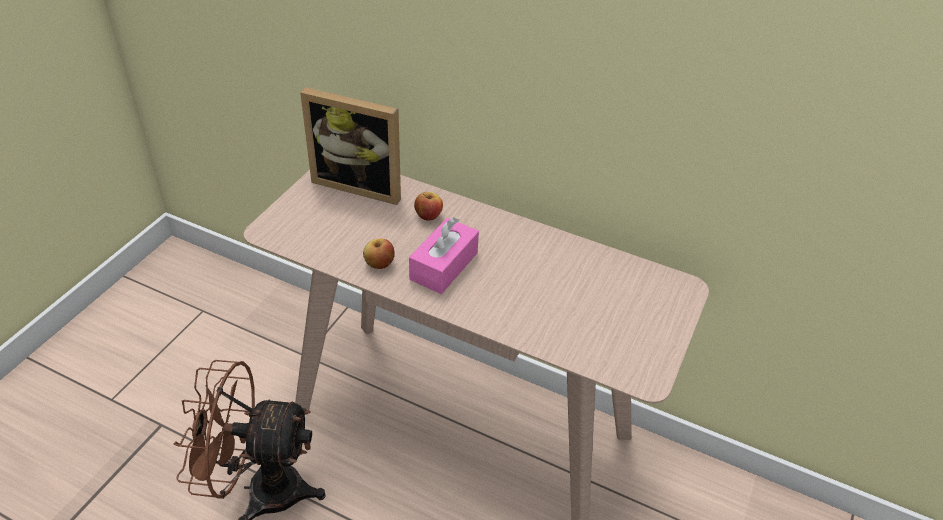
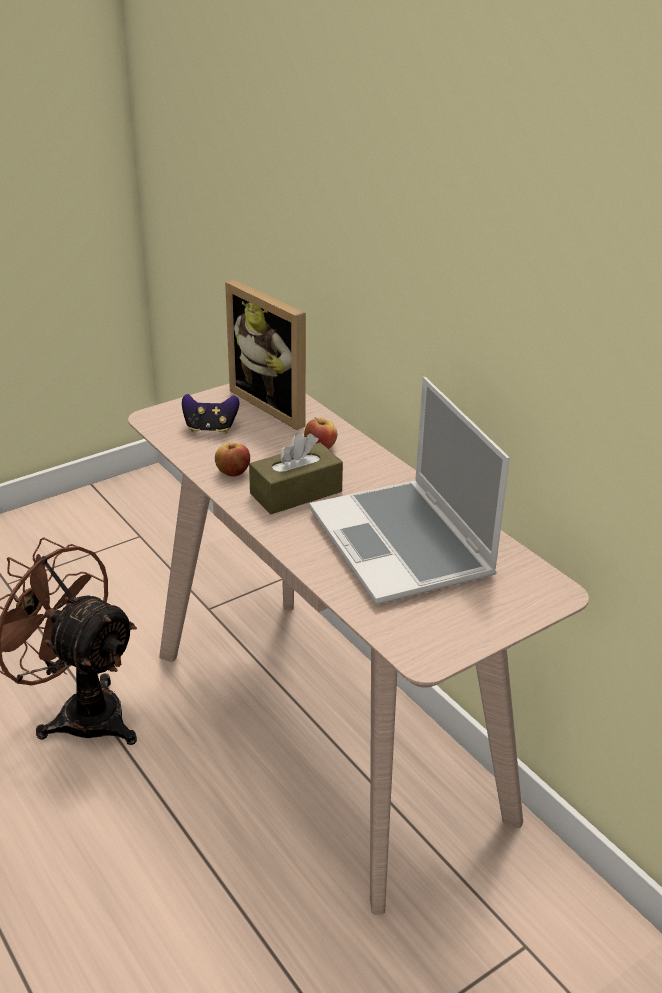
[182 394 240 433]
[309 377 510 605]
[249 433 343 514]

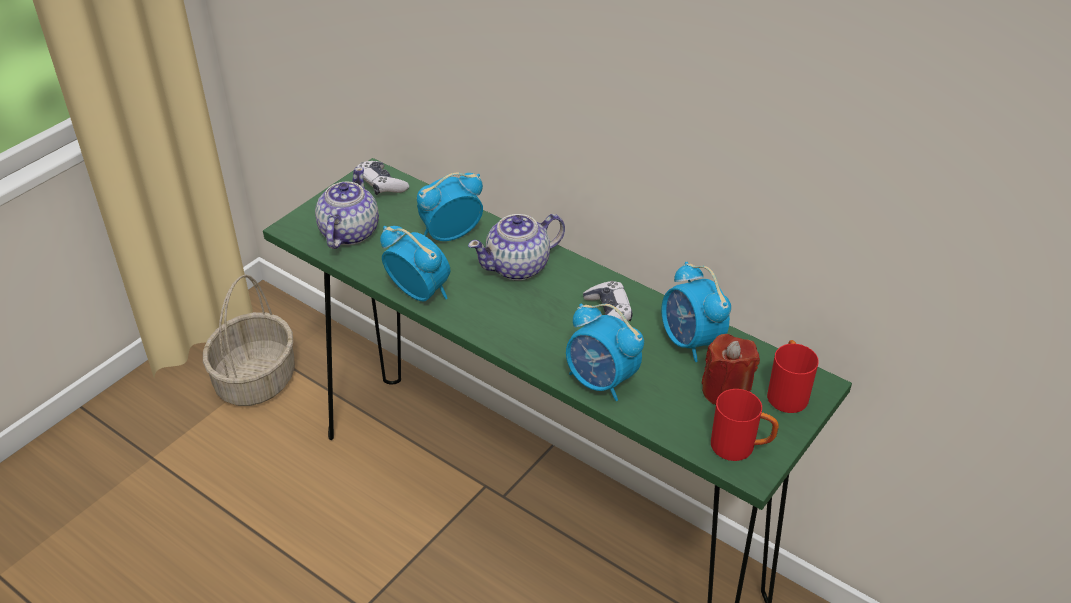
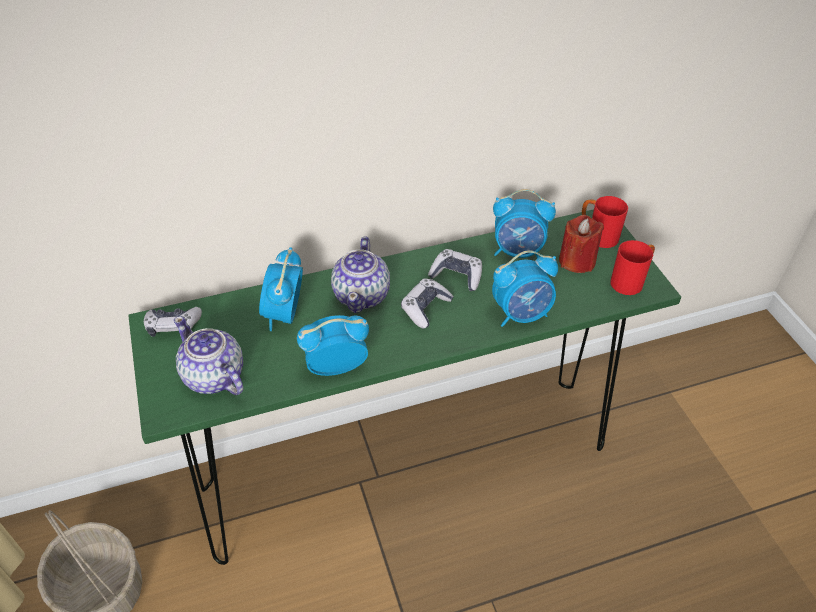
[401 278 454 329]

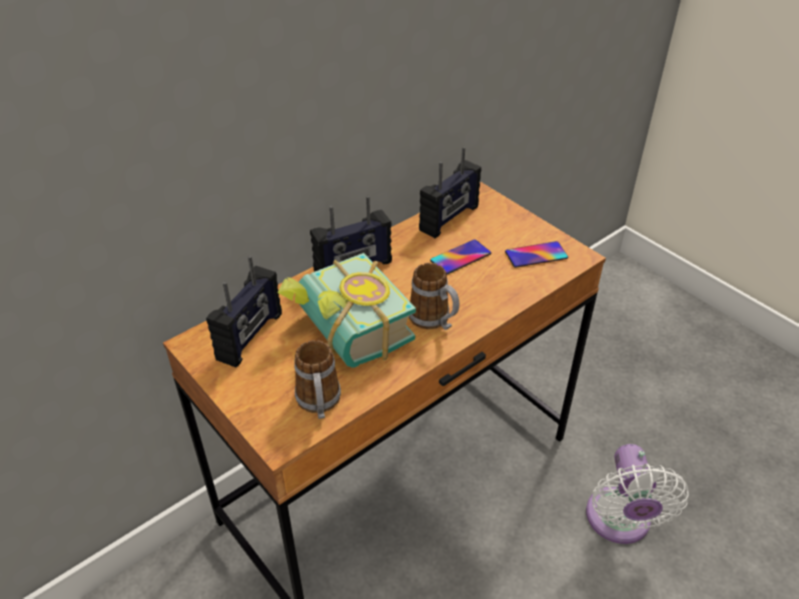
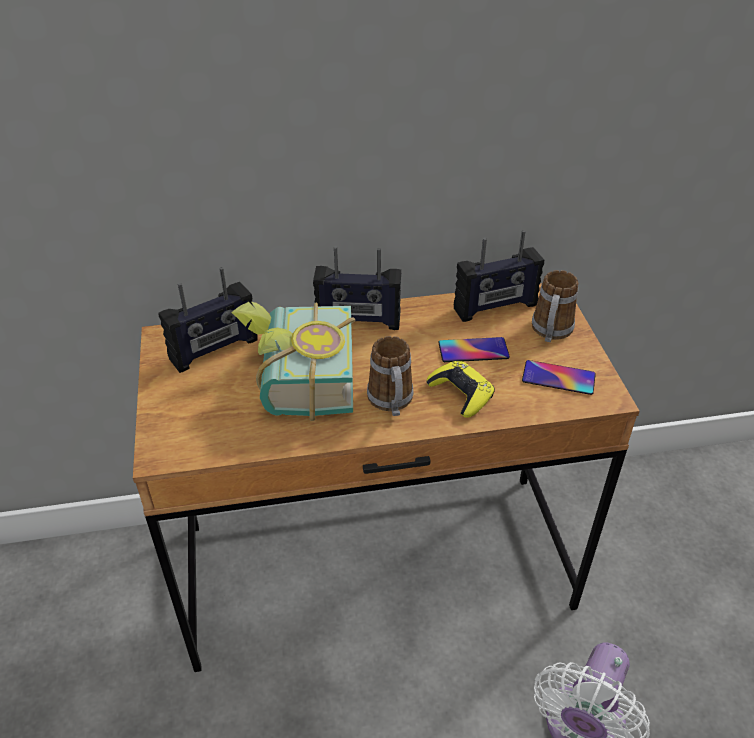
[426 361 495 418]
[532 270 578 342]

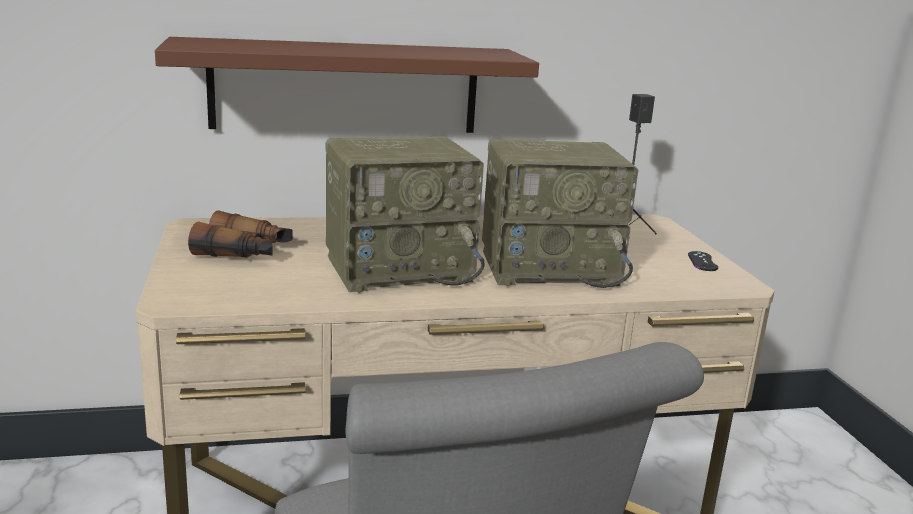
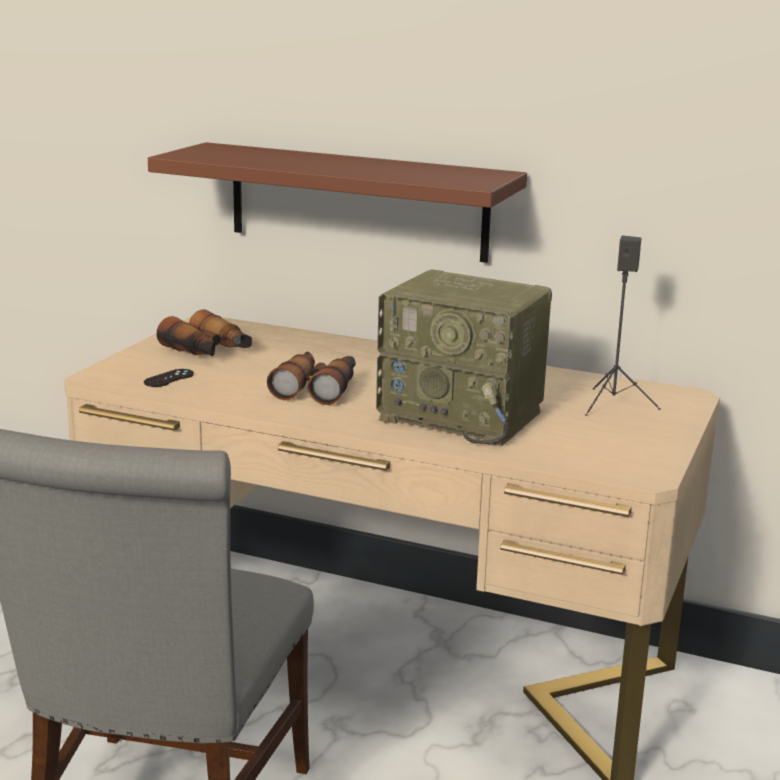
[144 369 194 387]
[267 352 356 405]

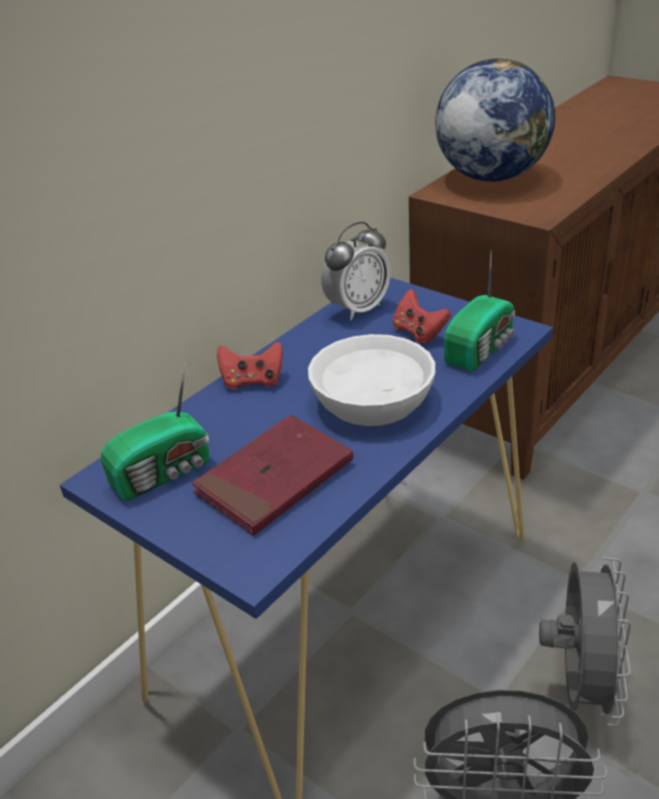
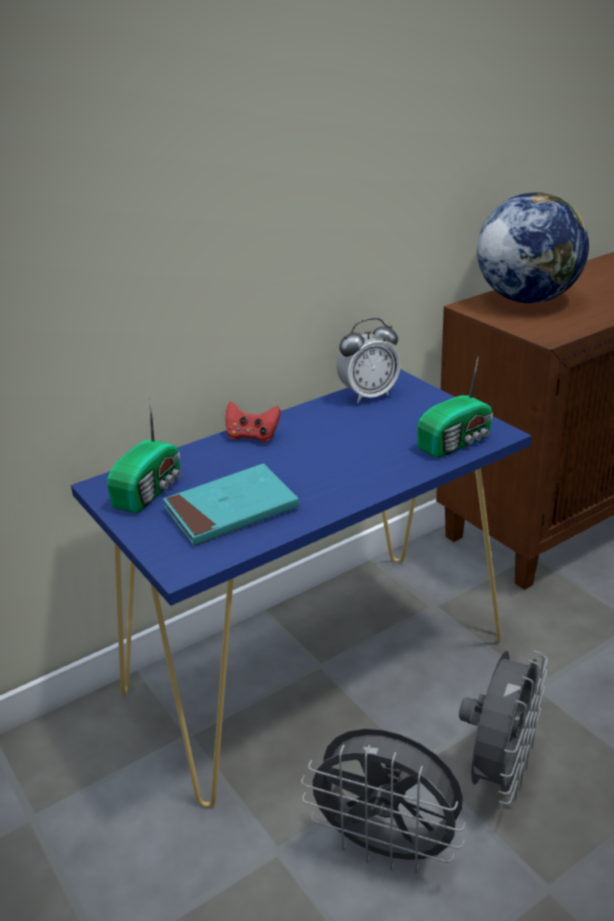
[308 334 435 426] (first image)
[393 289 451 344] (first image)
[163 464 299 546]
[107 399 181 513]

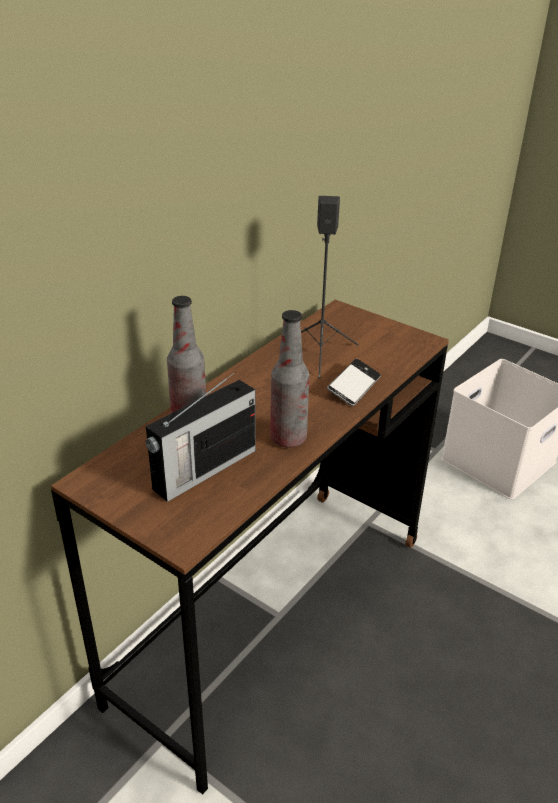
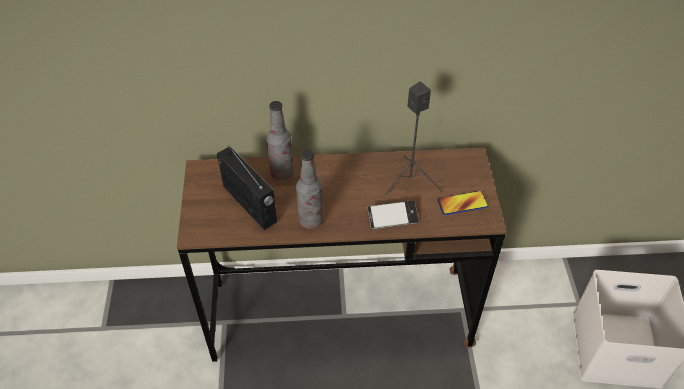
[437 191 489 215]
[217 145 277 230]

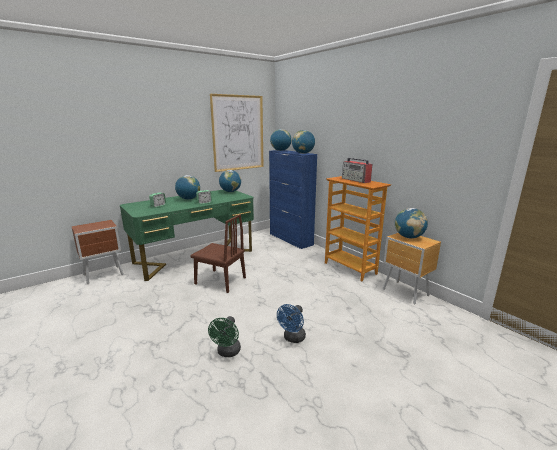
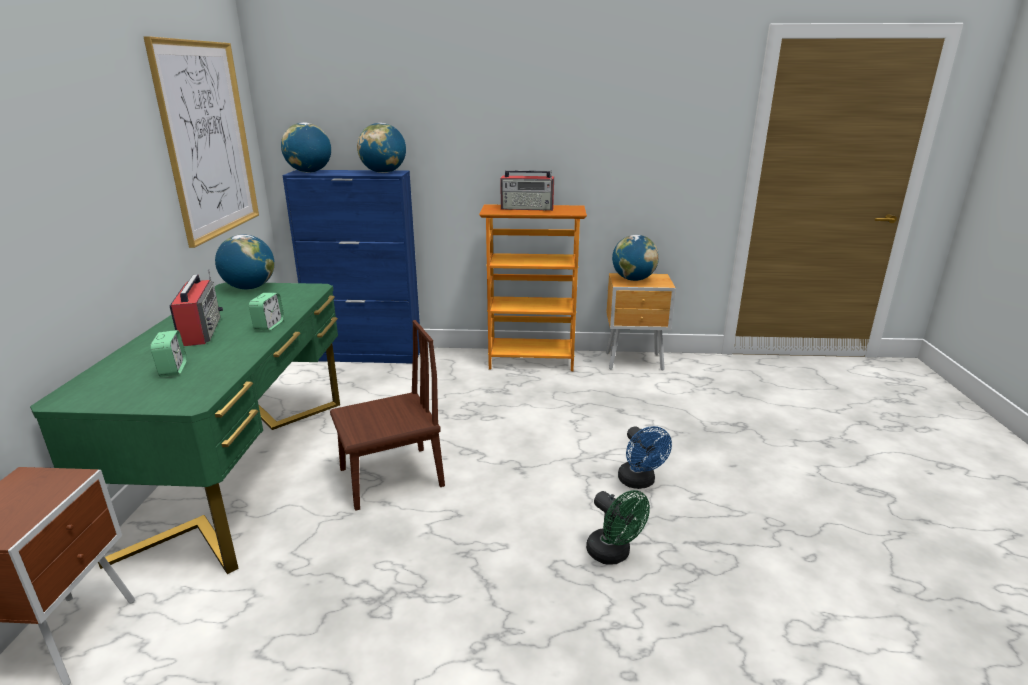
[170 270 223 346]

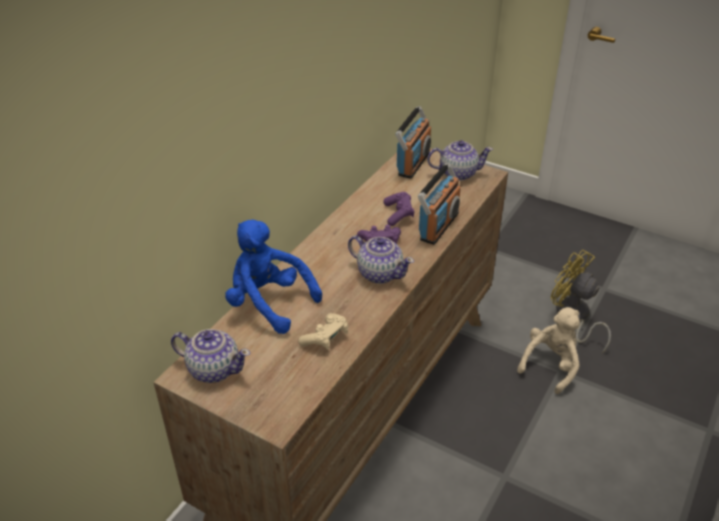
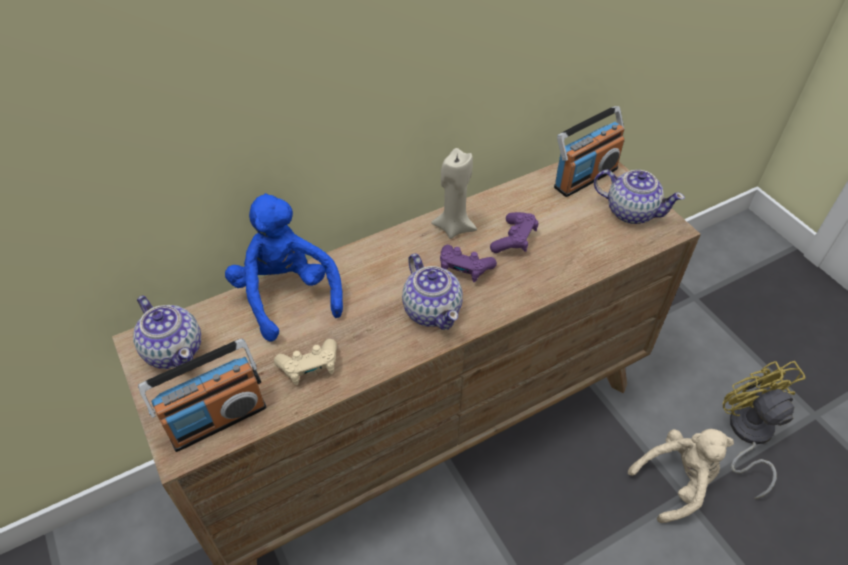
[431 148 477 239]
[138 338 266 452]

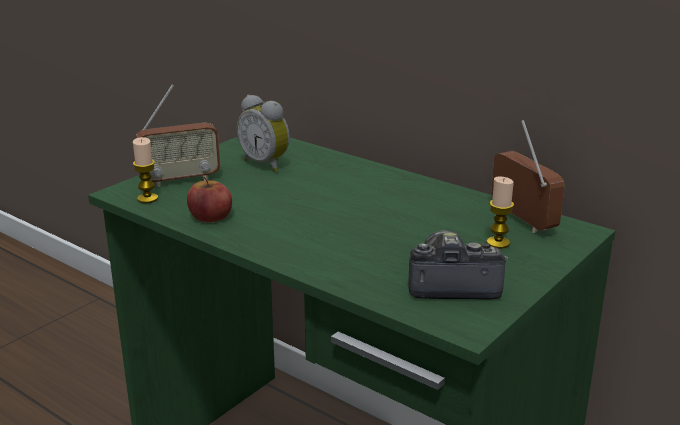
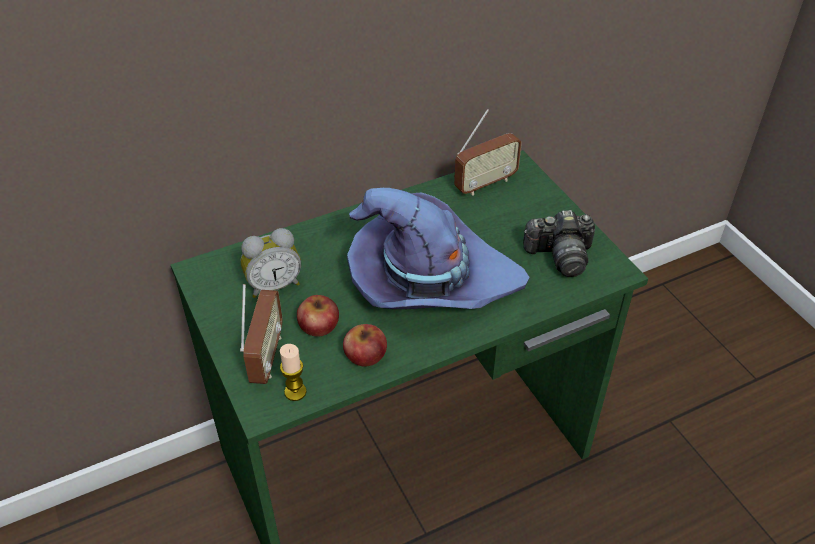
[486 176 514 249] (first image)
[297 295 339 337]
[347 188 530 309]
[523 210 595 277]
[454 109 522 196]

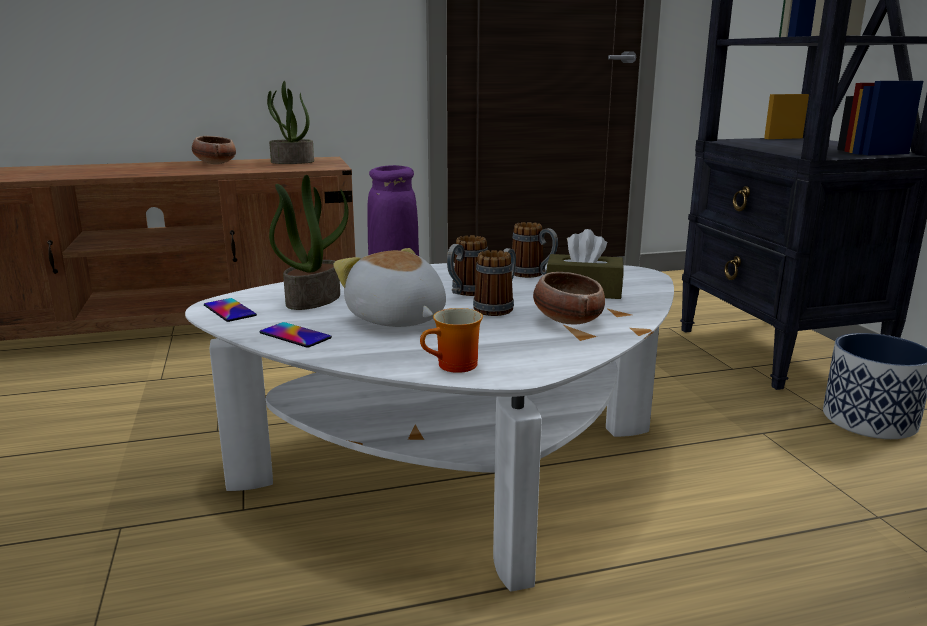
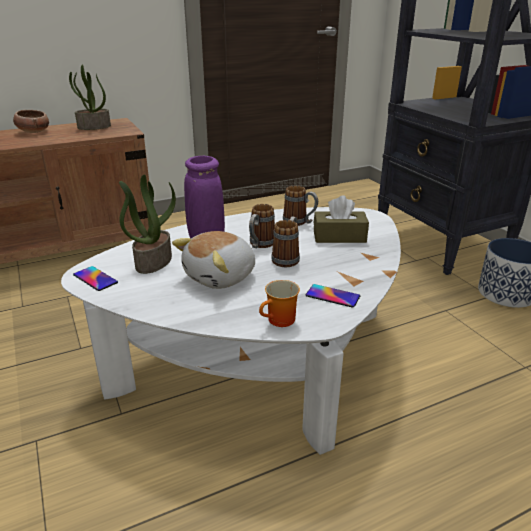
[533 272 605 325] (first image)
[306 284 360 308]
[172 231 255 289]

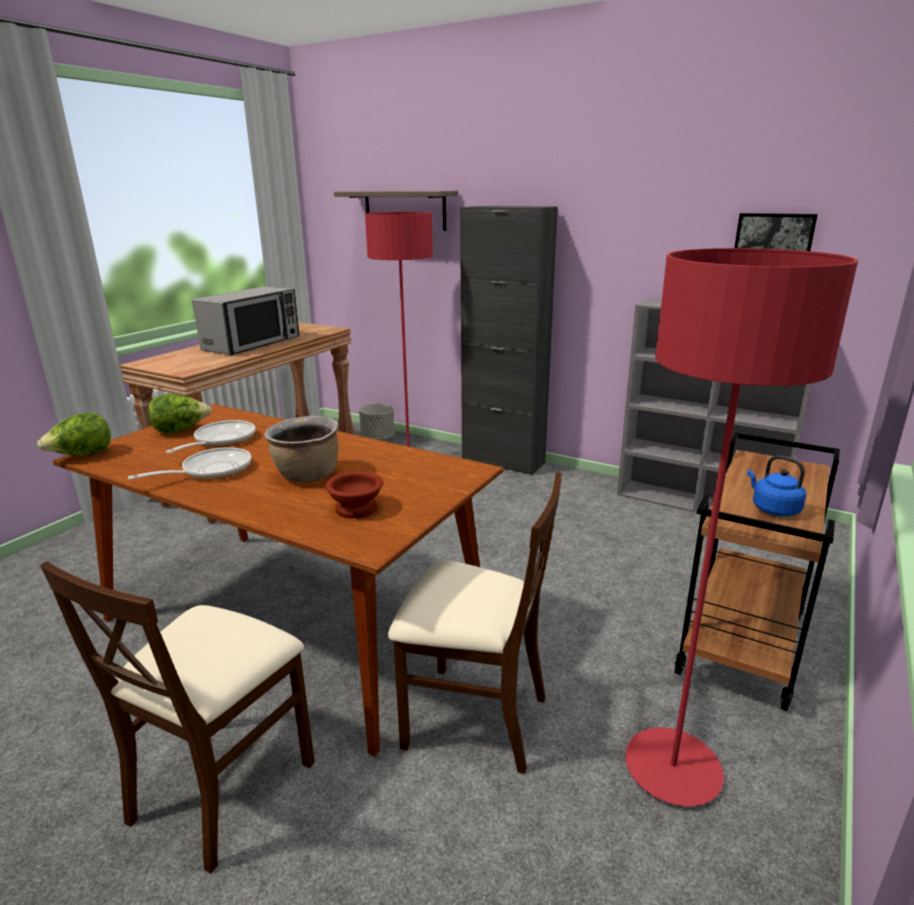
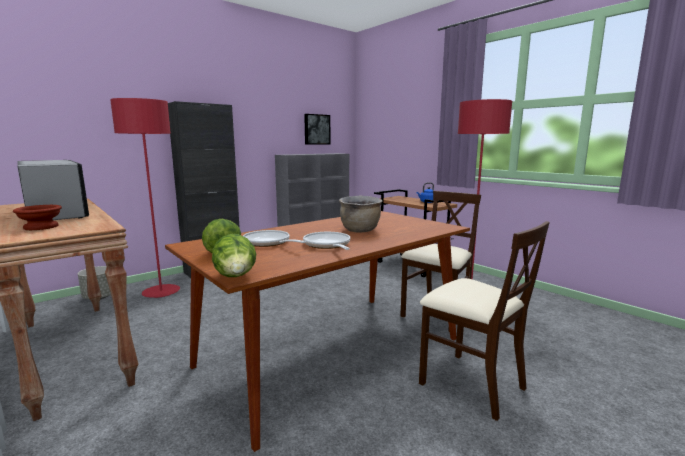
[334 191 458 231] (first image)
[13 205 62 230]

